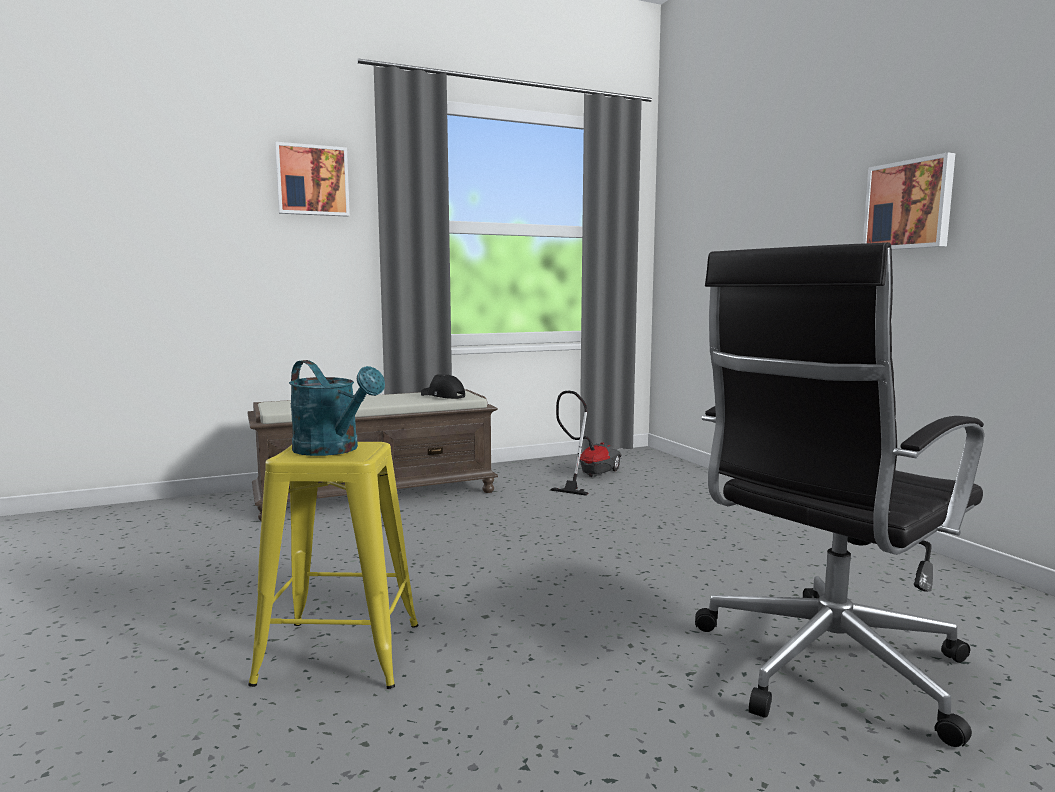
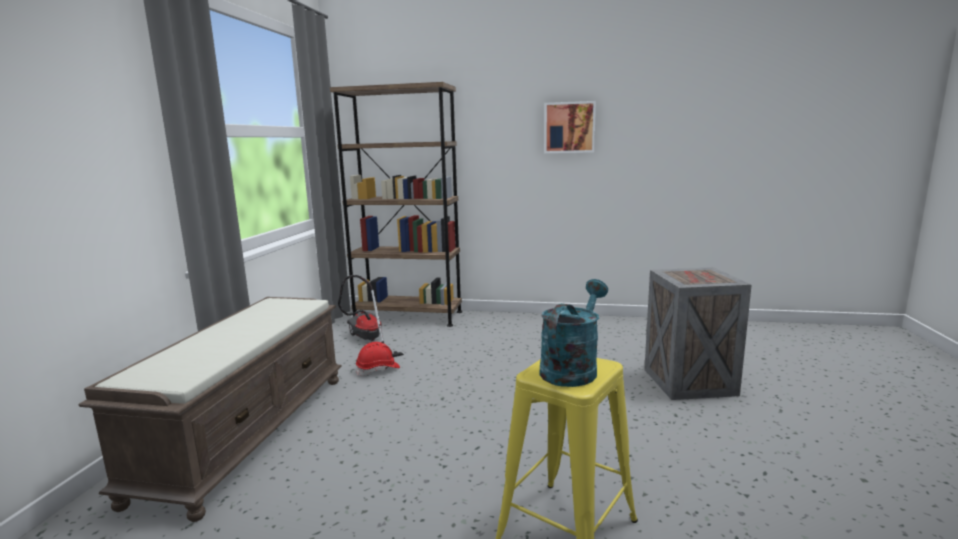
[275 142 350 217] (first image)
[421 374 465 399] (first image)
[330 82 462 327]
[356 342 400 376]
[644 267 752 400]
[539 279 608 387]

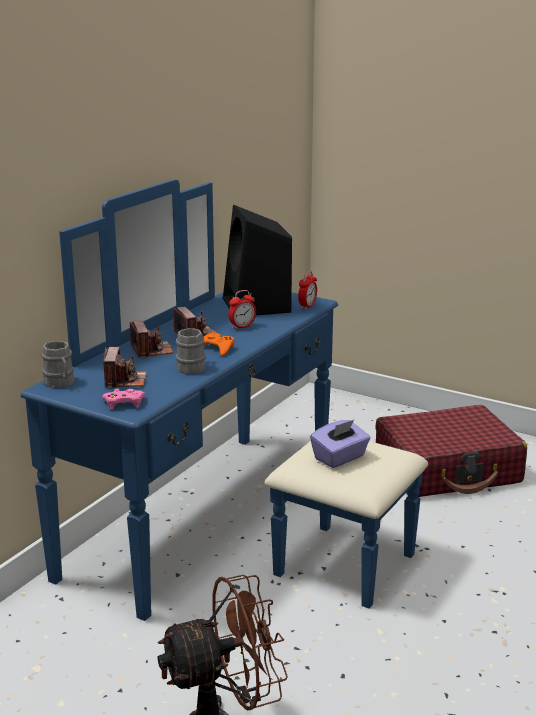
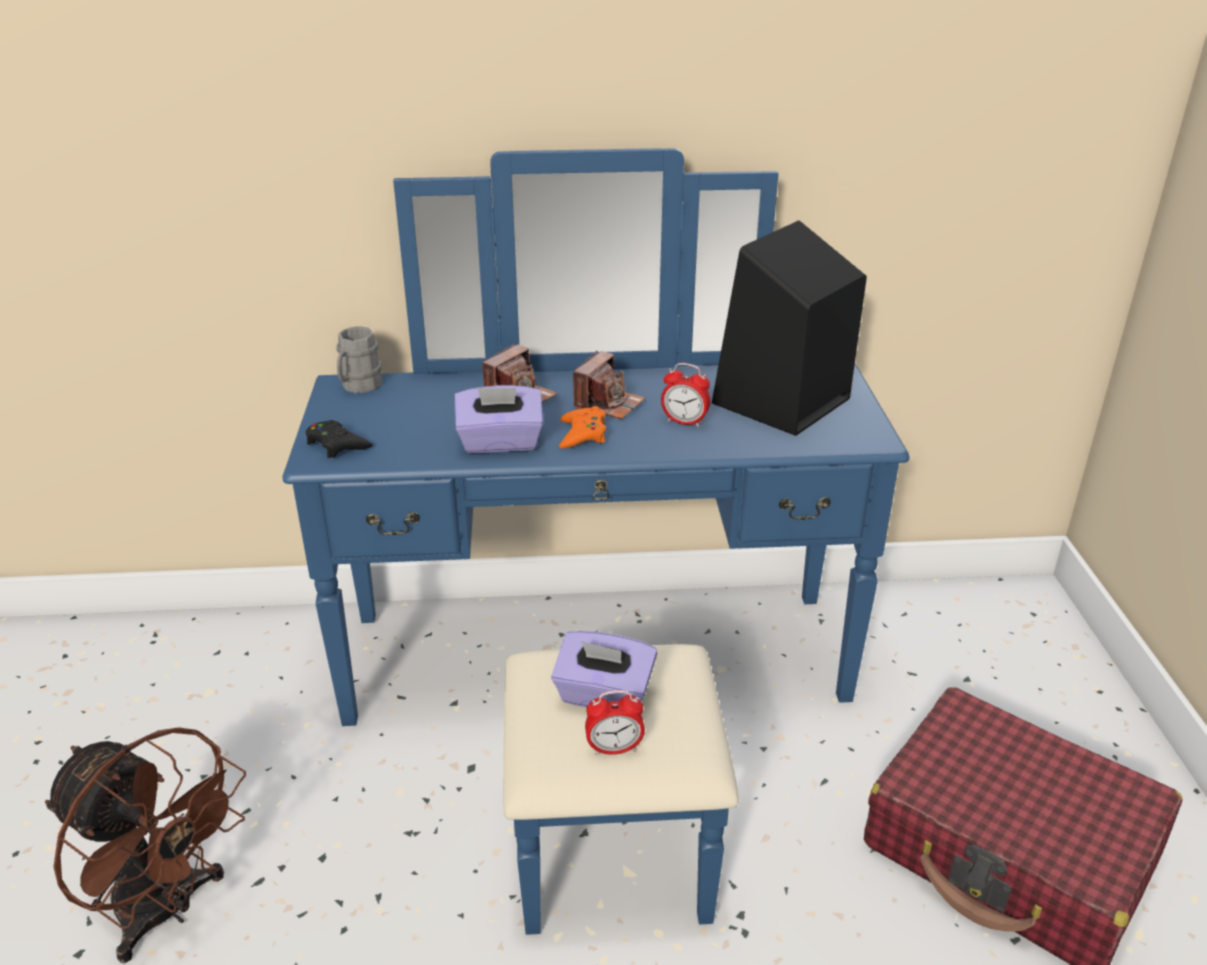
[103 347 147 388] (first image)
[585 690 645 755]
[455 385 543 453]
[305 420 373 458]

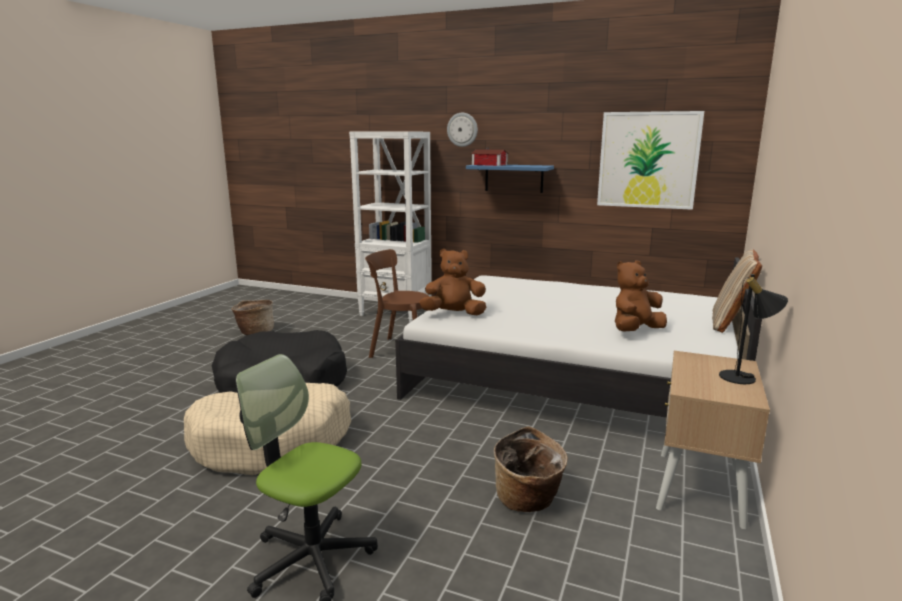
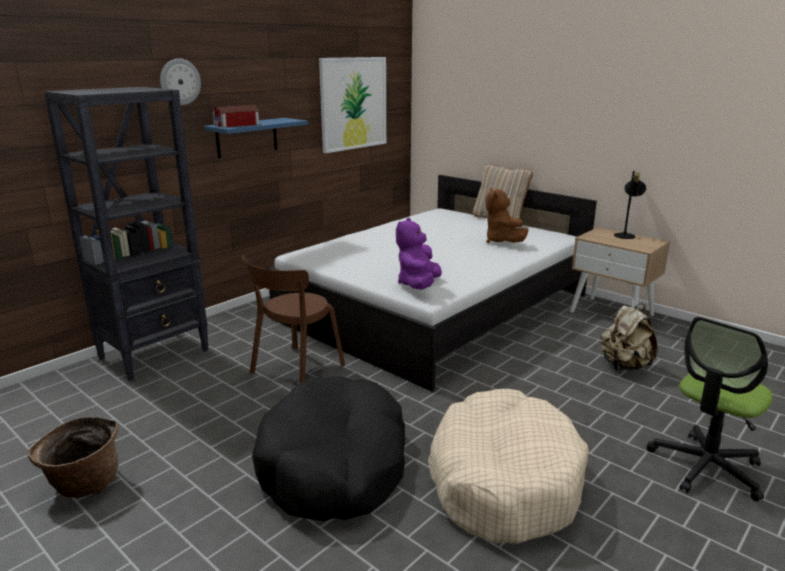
[601 303 658 371]
[44 87 209 381]
[396 218 442 289]

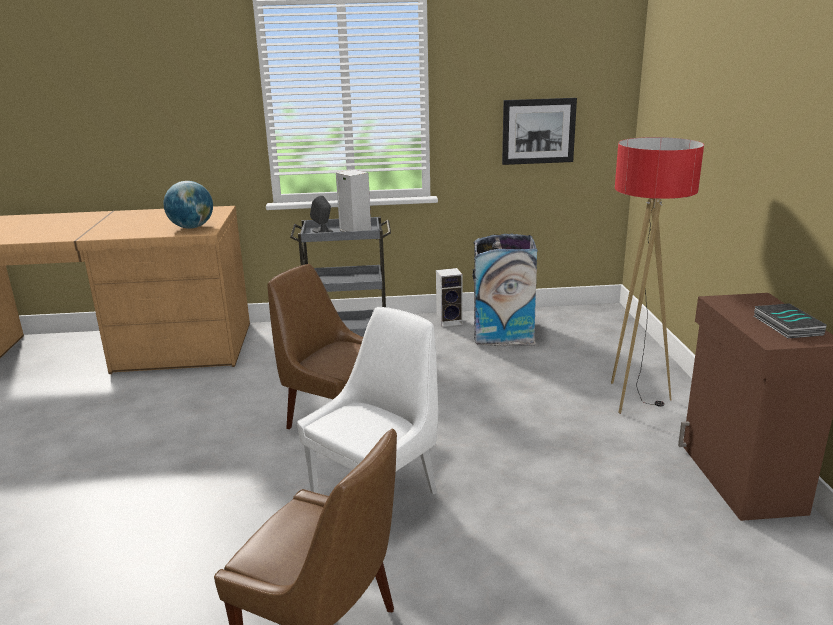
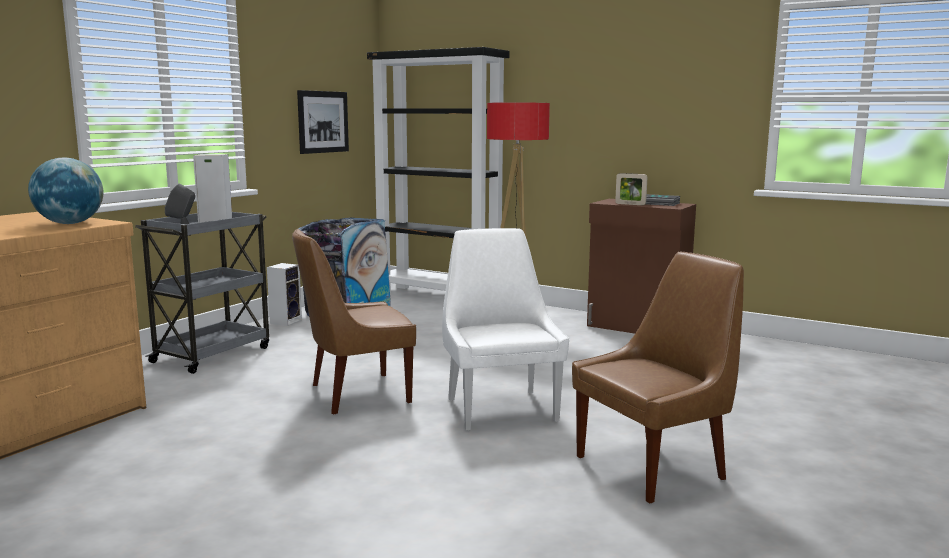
[367 47 510 293]
[615 173 648 205]

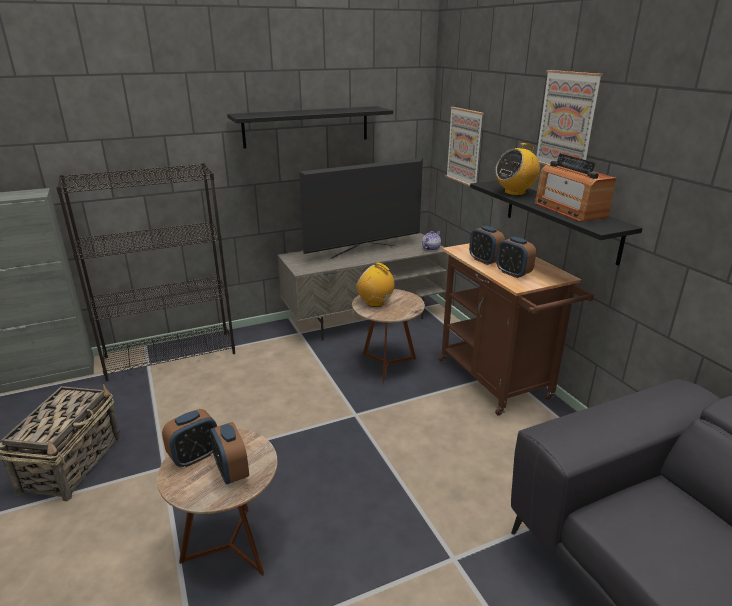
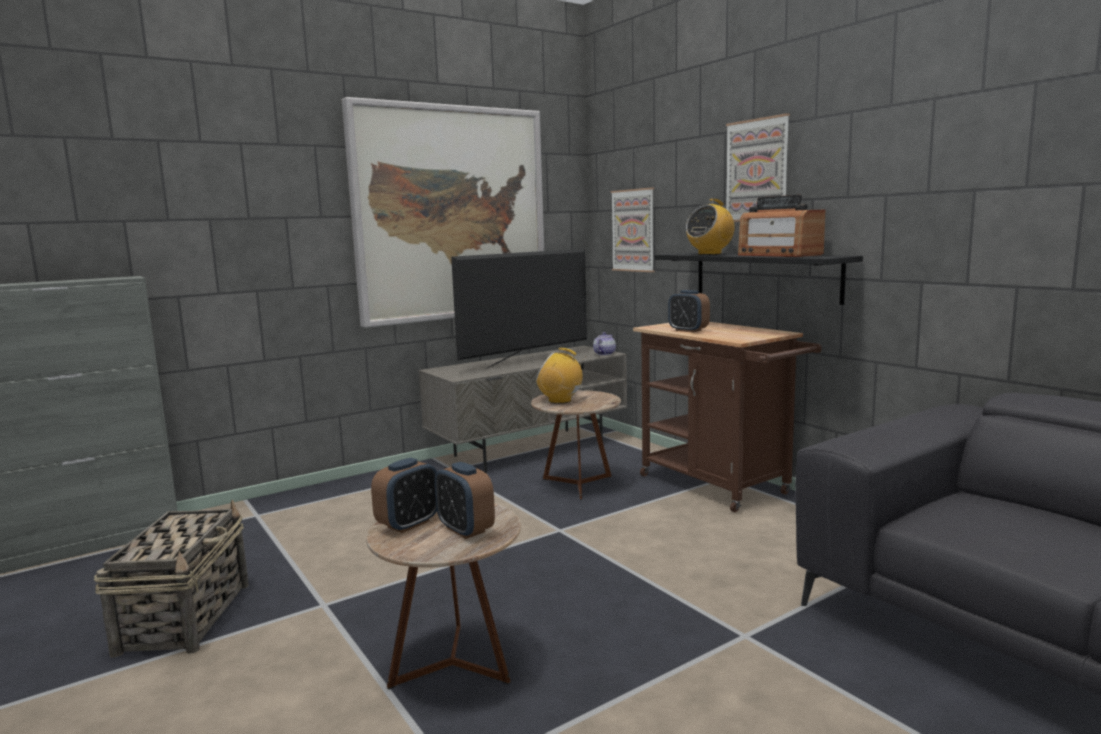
[56 163 235 381] (first image)
[496 237 536 278] (first image)
[342 97 544 328]

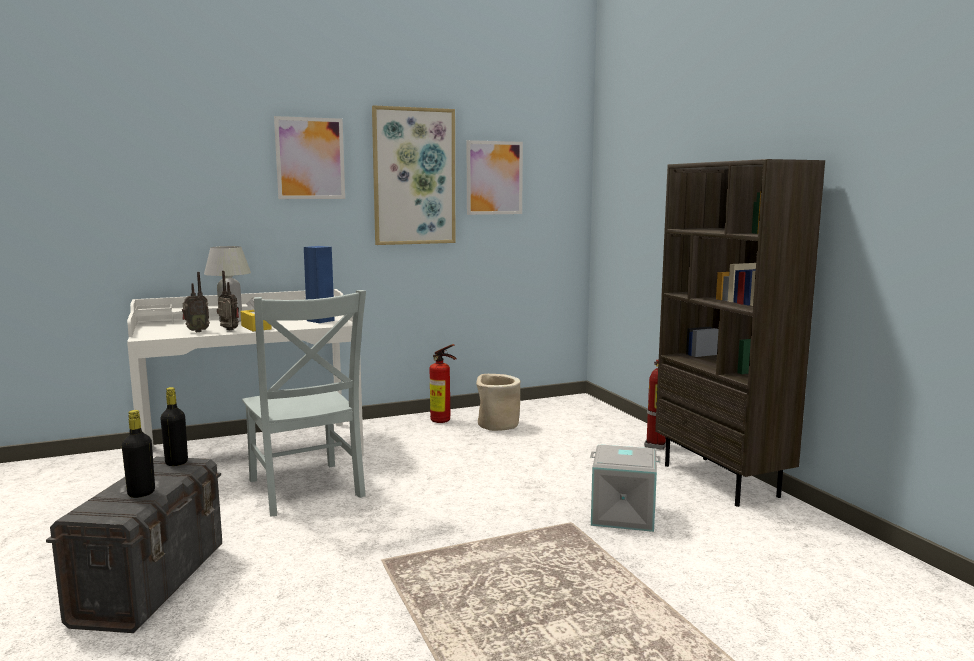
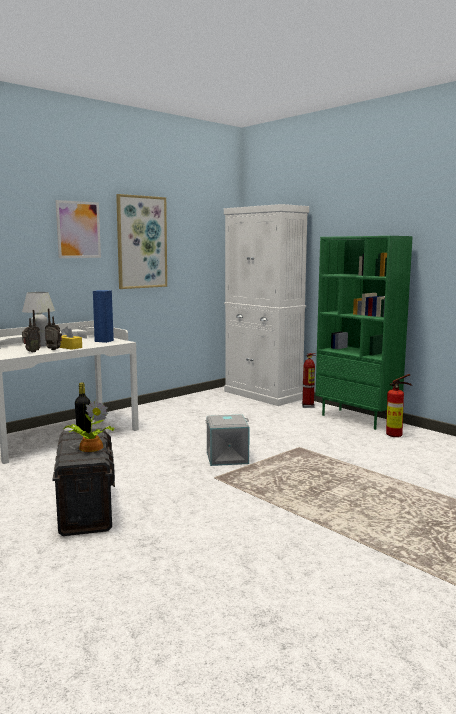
[242 290 366 516] (first image)
[466 140 523 215] (first image)
[476 374 520 431] (first image)
[224 204 309 406]
[386 374 412 437]
[205 414 250 466]
[64 400 114 452]
[315 236 413 430]

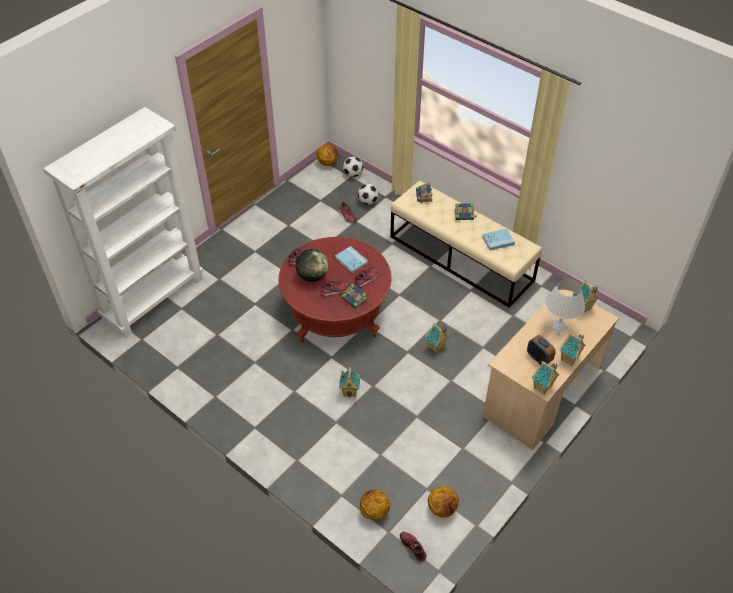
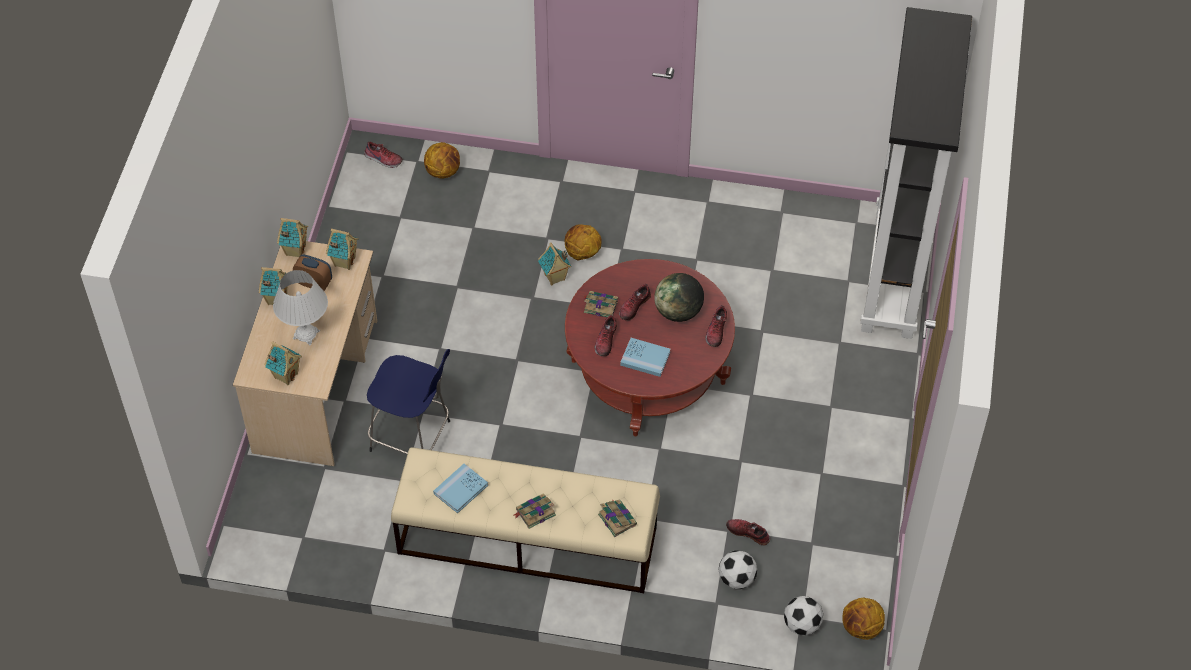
[367 349 450 454]
[326 229 359 270]
[565 224 602 260]
[860 7 972 339]

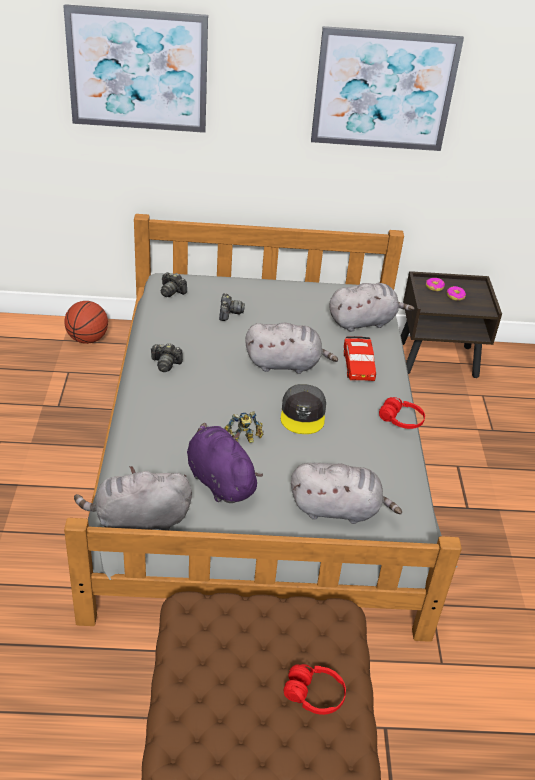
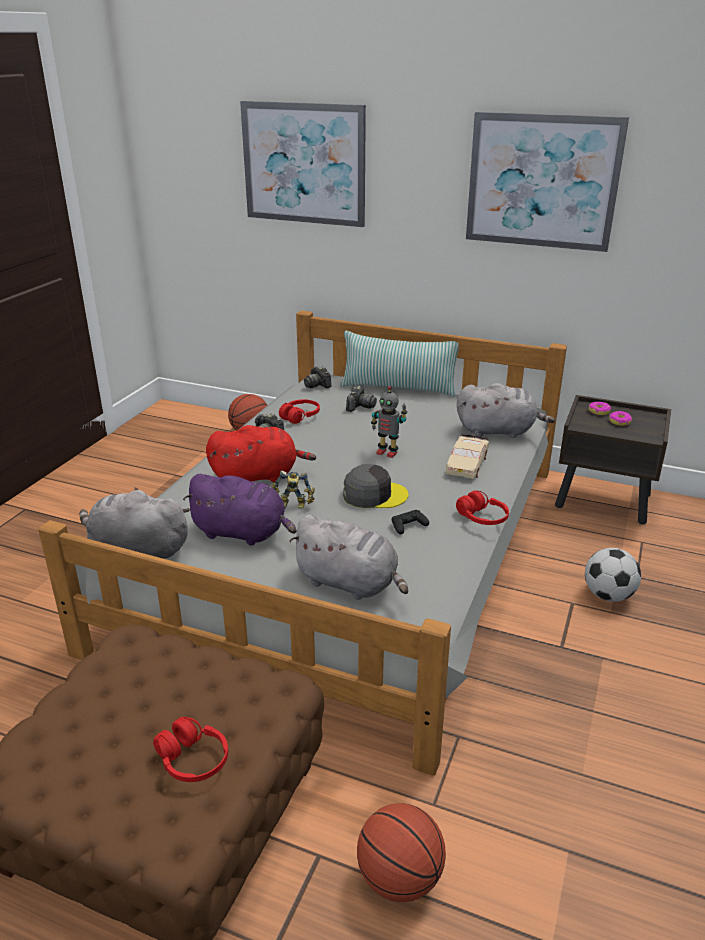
[206 425 316 482]
[279 399 320 424]
[341 331 459 397]
[357 803 446 902]
[392 510 429 534]
[585 548 641 602]
[371 386 407 458]
[446 434 489 479]
[183 474 296 546]
[343 464 409 508]

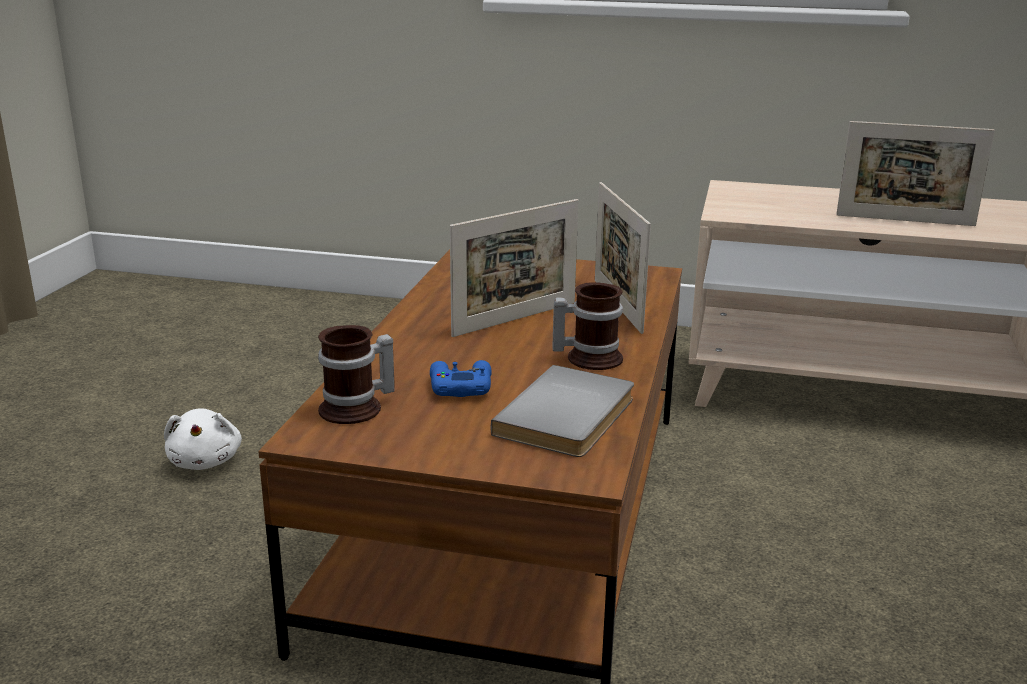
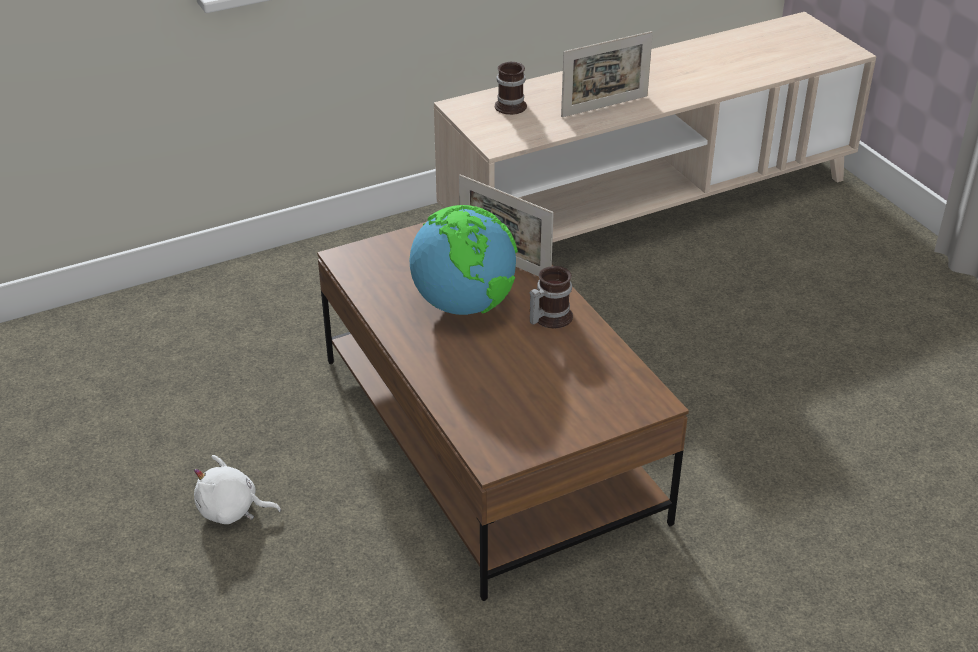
[430 360 492 397] (first image)
[490 365 634 457] (first image)
[495 62 527 115]
[409 205 518 315]
[194 455 281 524]

